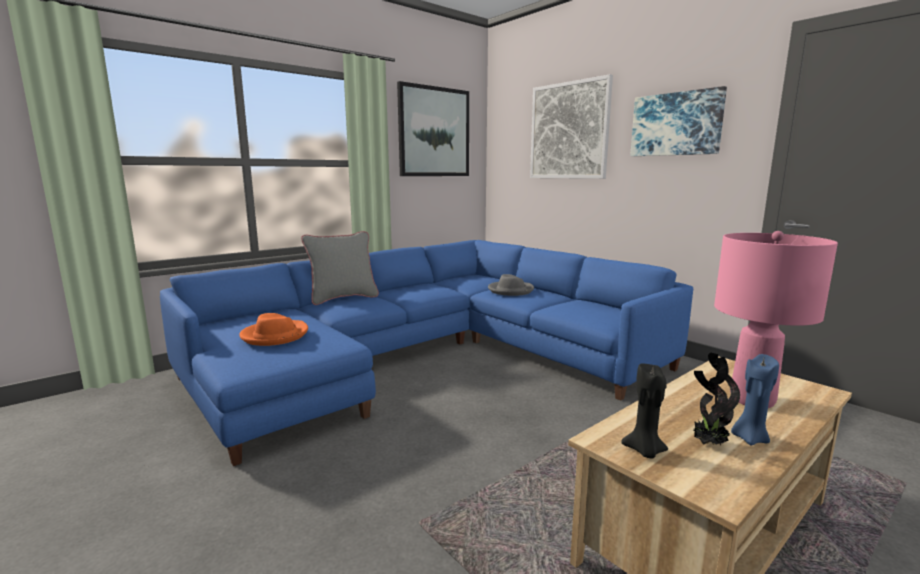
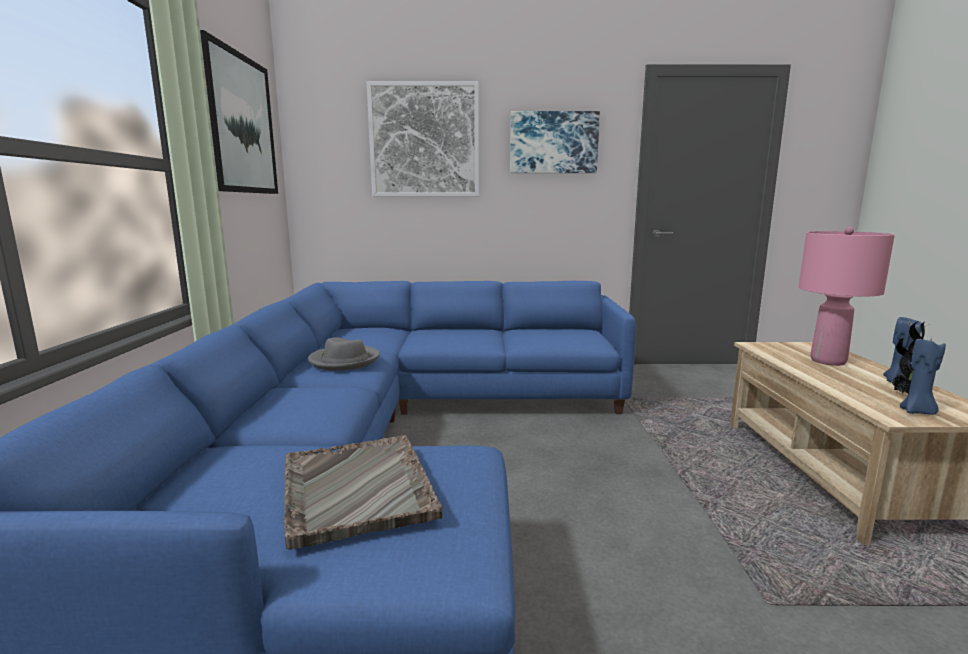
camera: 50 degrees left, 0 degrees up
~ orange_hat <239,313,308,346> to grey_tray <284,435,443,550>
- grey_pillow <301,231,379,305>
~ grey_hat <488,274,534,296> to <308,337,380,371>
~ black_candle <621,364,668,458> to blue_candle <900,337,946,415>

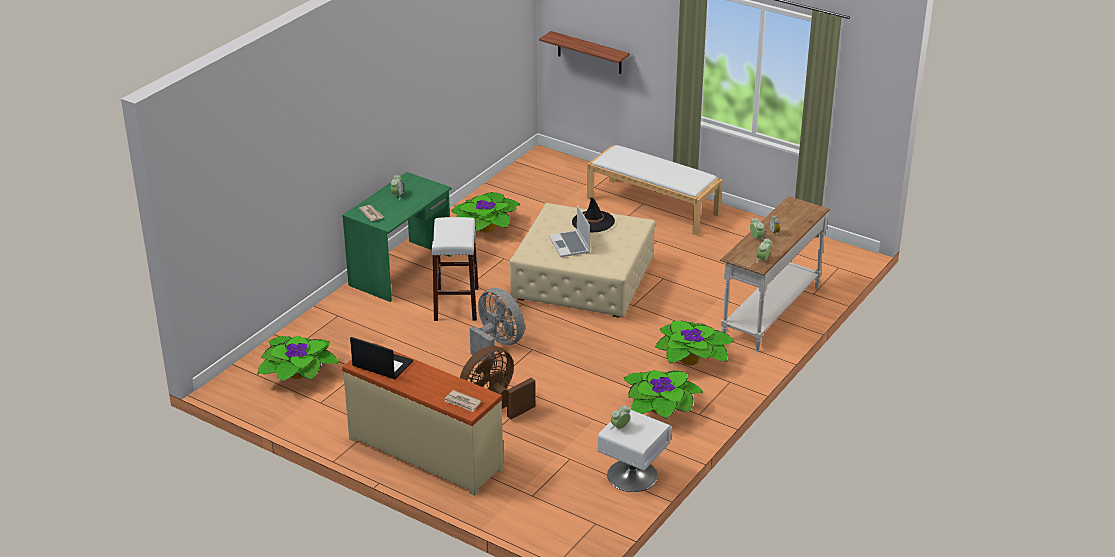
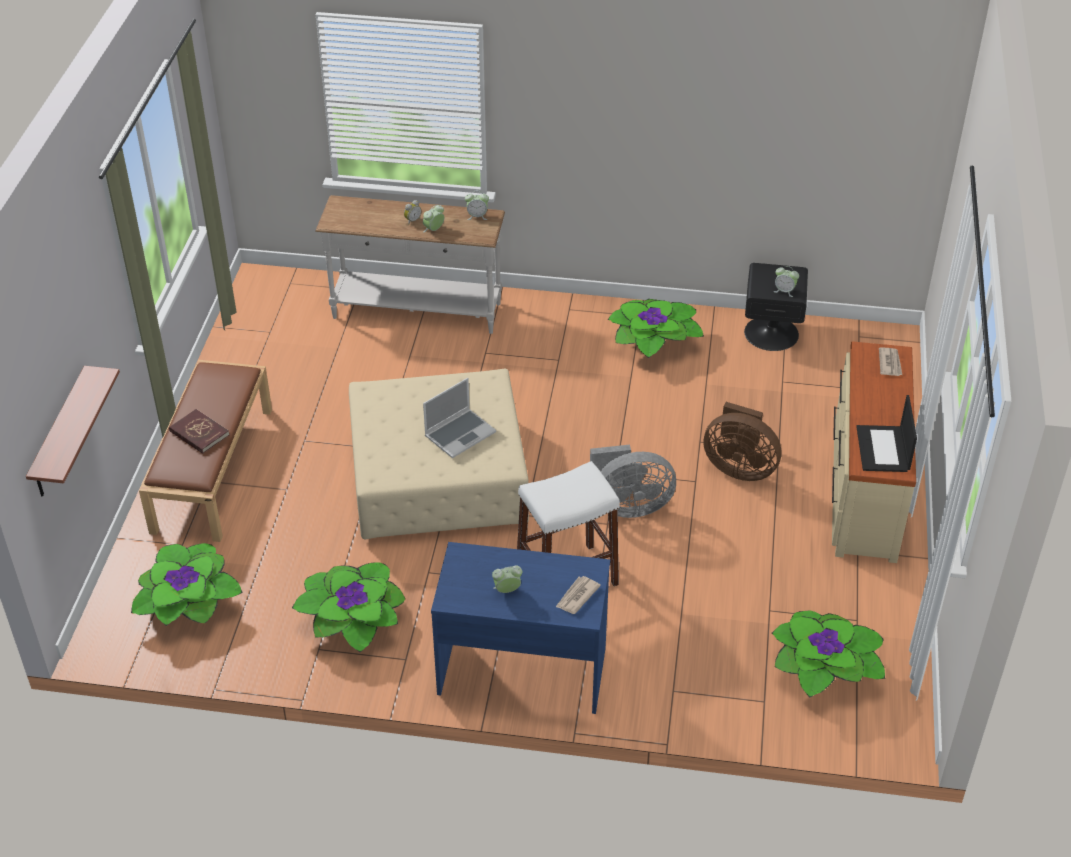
camera: 115 degrees left, 10 degrees up
~ green_desk <342,172,452,302> to blue_desk <431,542,610,714>
~ grey_fan <470,288,525,366> = <590,445,676,518> 120 degrees counterclockwise
- black_hat <572,197,615,233>
~ white_bench <587,145,723,235> to brown_bench <139,360,272,542>
~ white_nightstand <598,410,671,492> to black_nightstand <744,263,808,351>
~ potted_plant <655,321,734,365> to <131,543,243,626>
+ red_book <169,409,229,454>

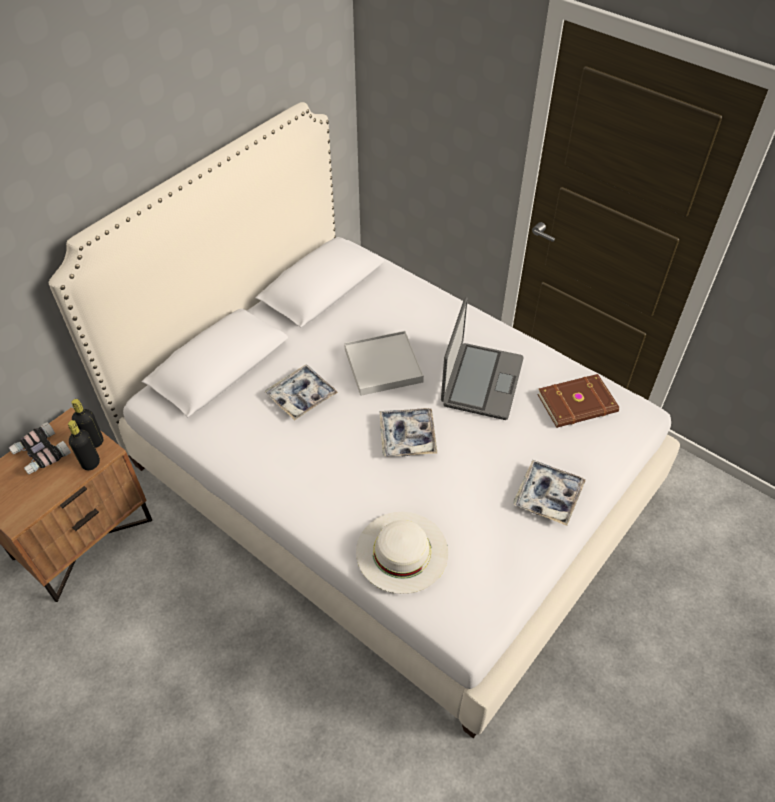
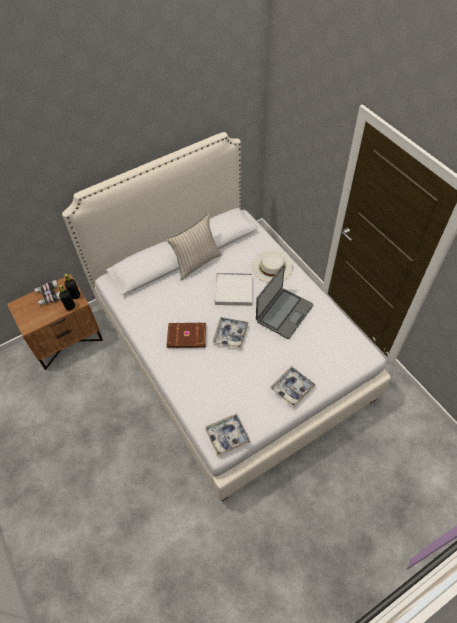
camera: 20 degrees right, 5 degrees up
~ tray <265,364,338,420> to <205,413,250,456>
~ white_hat <356,512,448,594> to <252,251,294,283>
~ brown_book <537,374,619,428> to <167,323,207,348>
+ beige_pillow <166,214,222,280>

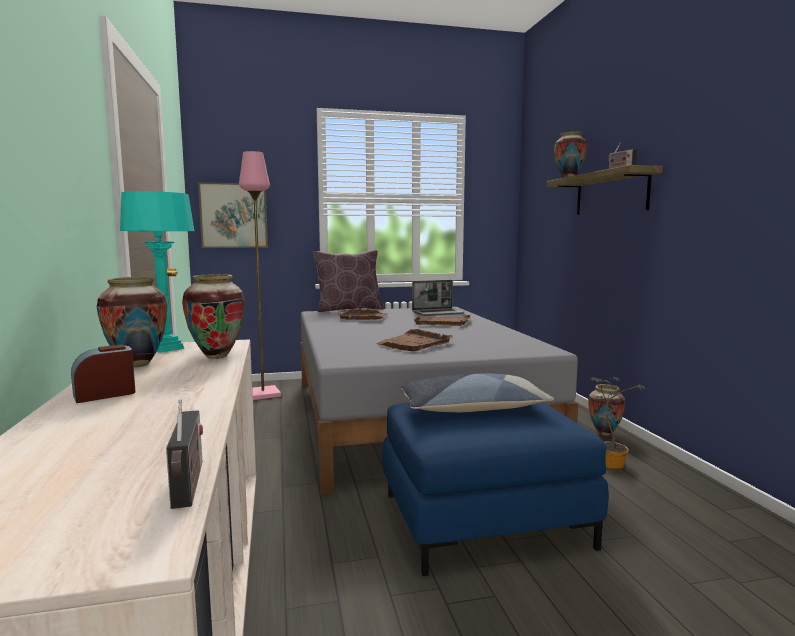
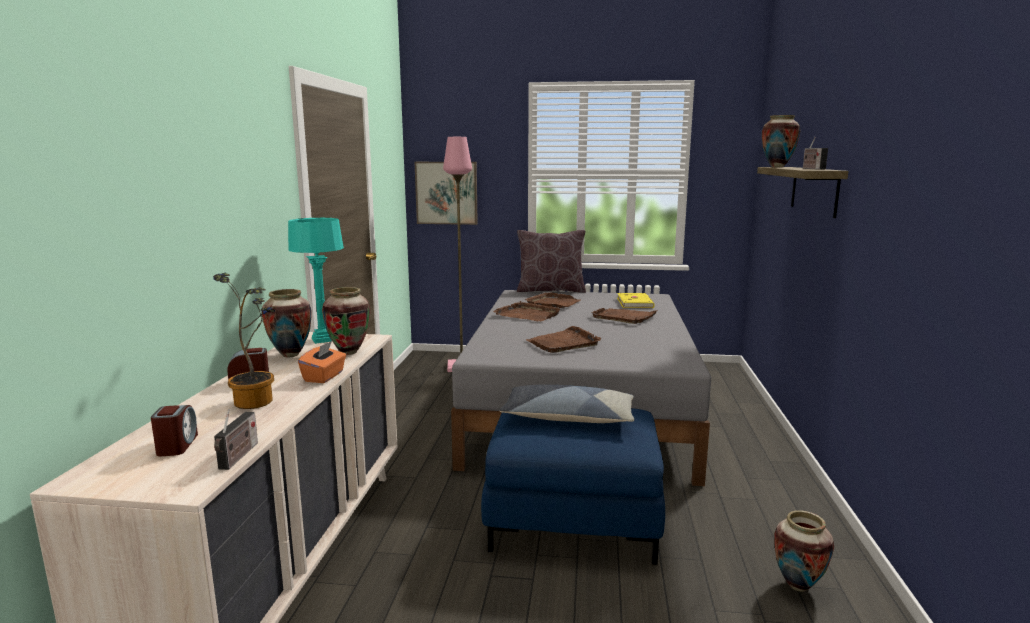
camera: 20 degrees right, 5 degrees up
~ laptop <412,280,465,316> to yellow_book <617,293,654,308>
~ vase <588,384,626,436> to <774,510,834,592>
~ potted_plant <591,376,645,469> to <213,272,277,409>
+ alarm_clock <151,405,198,456>
+ orange_tissue_box <298,341,346,383>
+ brown_tray <493,301,561,321>

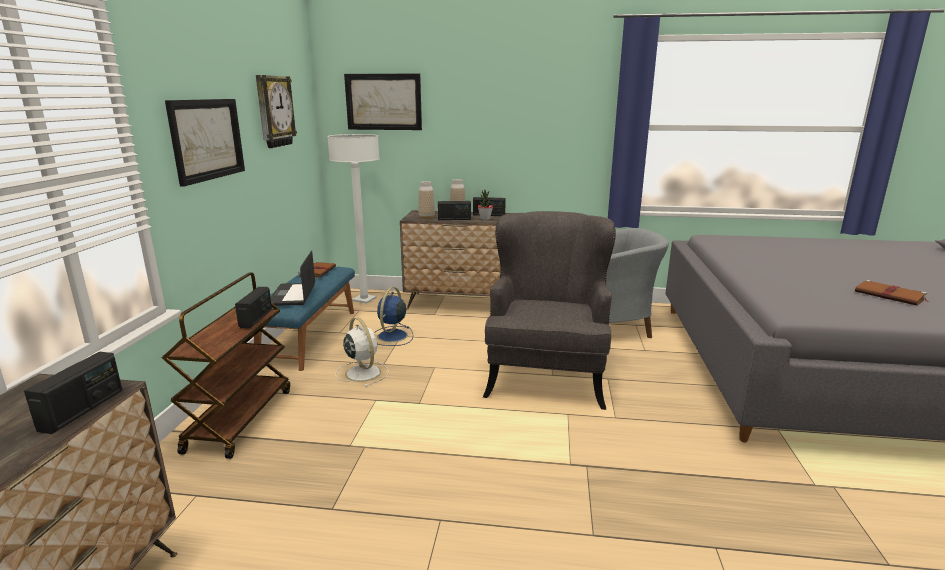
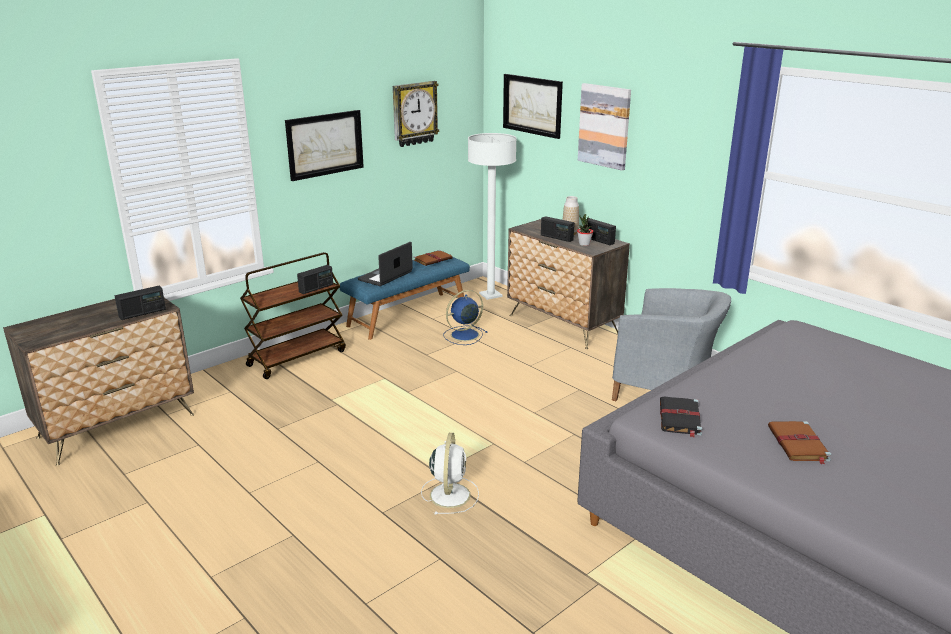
camera: 40 degrees right, 5 degrees up
~ white_fan <335,318,389,387> to <421,433,479,515>
- vase <418,181,435,220>
- grey_armchair <483,211,616,410>
+ picture <578,83,631,170>
+ black_book <660,397,702,438>

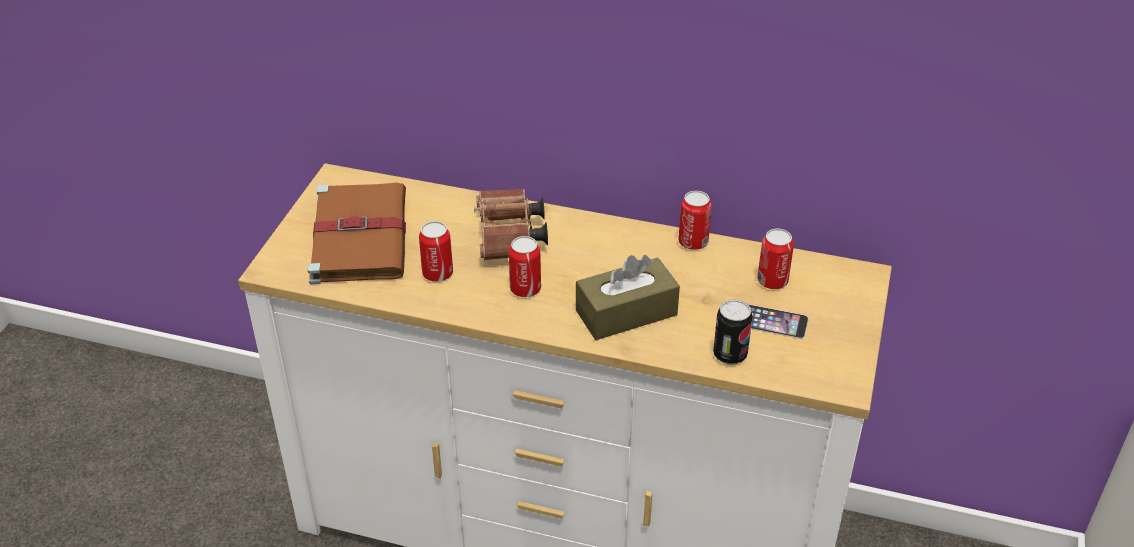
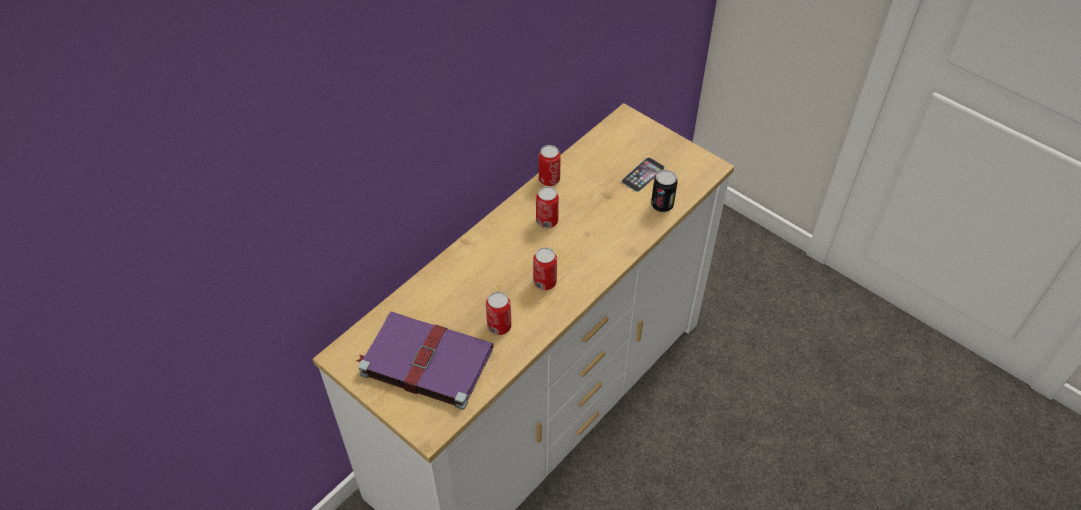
camera: 65 degrees left, 10 degrees up
~ brown_book <308,183,406,284> to purple_book <356,311,494,410>
- brown_binoculars <474,189,548,260>
- brown_tissue_box <576,255,680,340>
~ can <757,229,794,289> to <536,187,559,228>

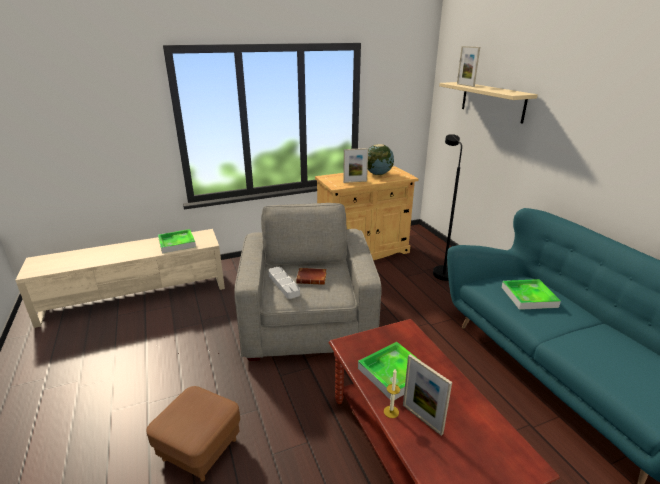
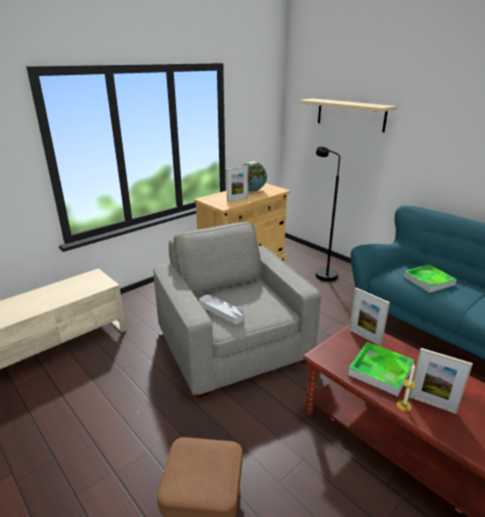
camera: 20 degrees left, 0 degrees up
- tray <158,229,196,253>
- brown_book <296,268,326,285>
~ picture_frame <457,46,480,87> to <349,288,390,347>

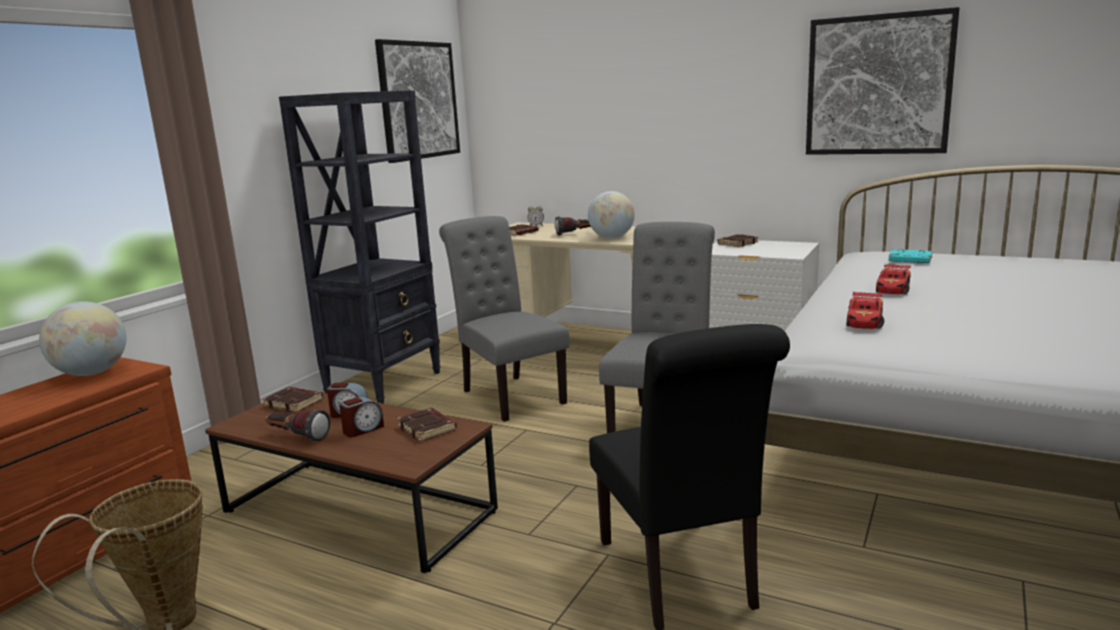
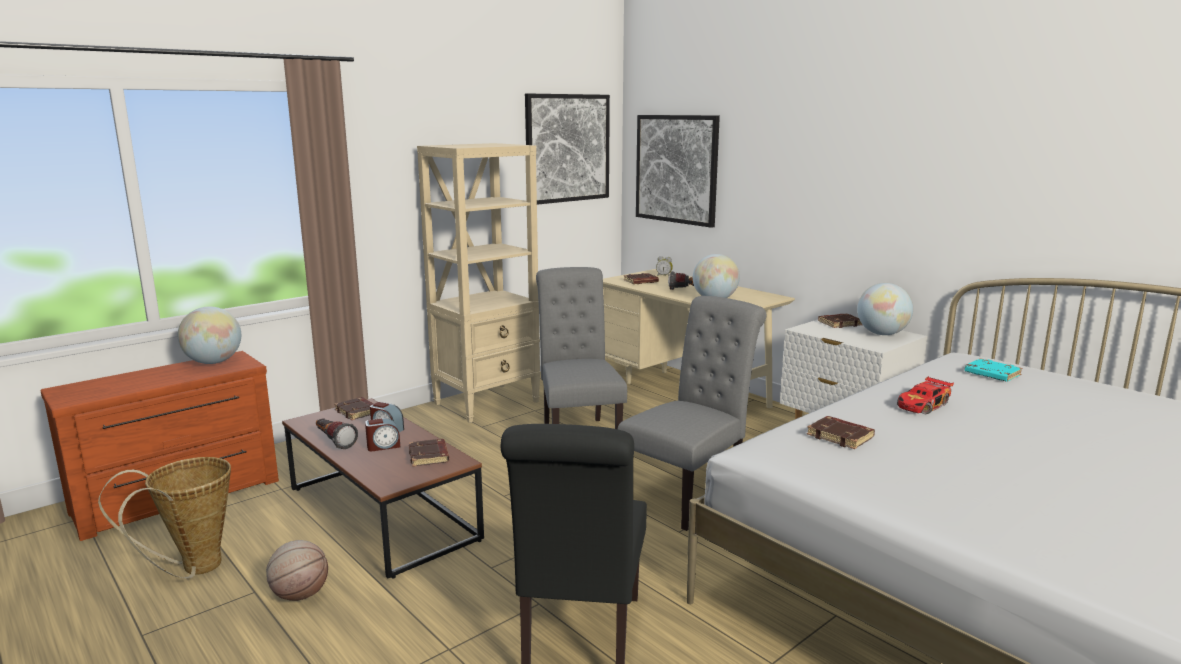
camera: 20 degrees right, 0 degrees up
~ black_bookcase <279,90,441,404> to beige_bookcase <417,143,541,423>
~ picture <806,7,959,155> to <636,115,720,228>
~ toy_car <847,291,884,329> to brown_book <807,416,875,449>
+ basketball <266,540,328,601>
+ globe <857,283,913,335>

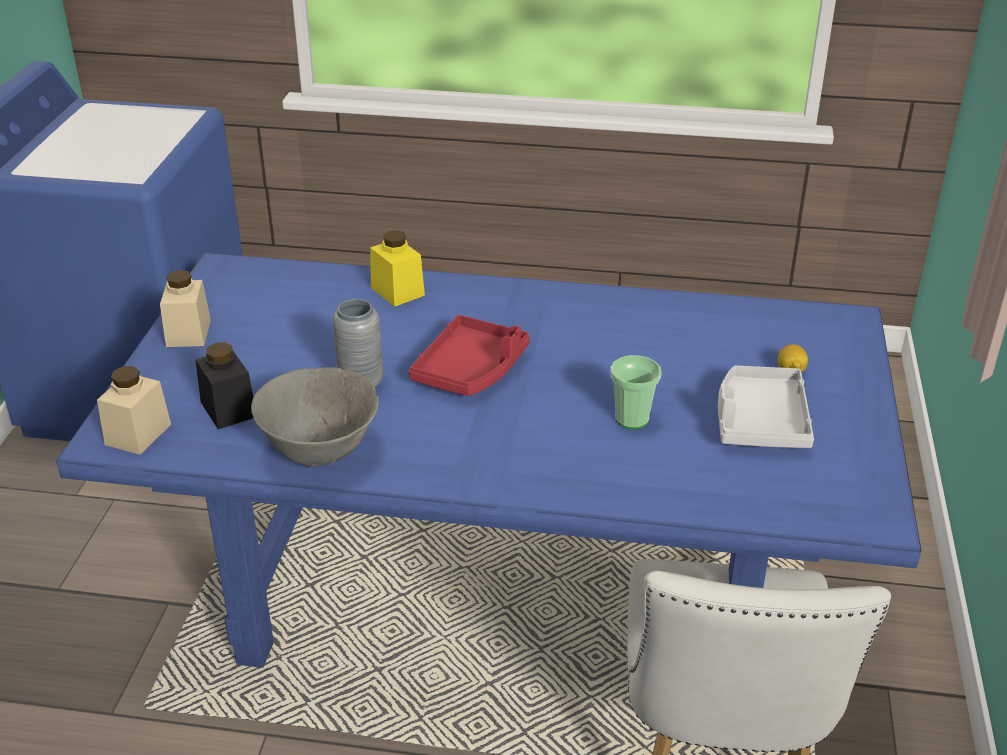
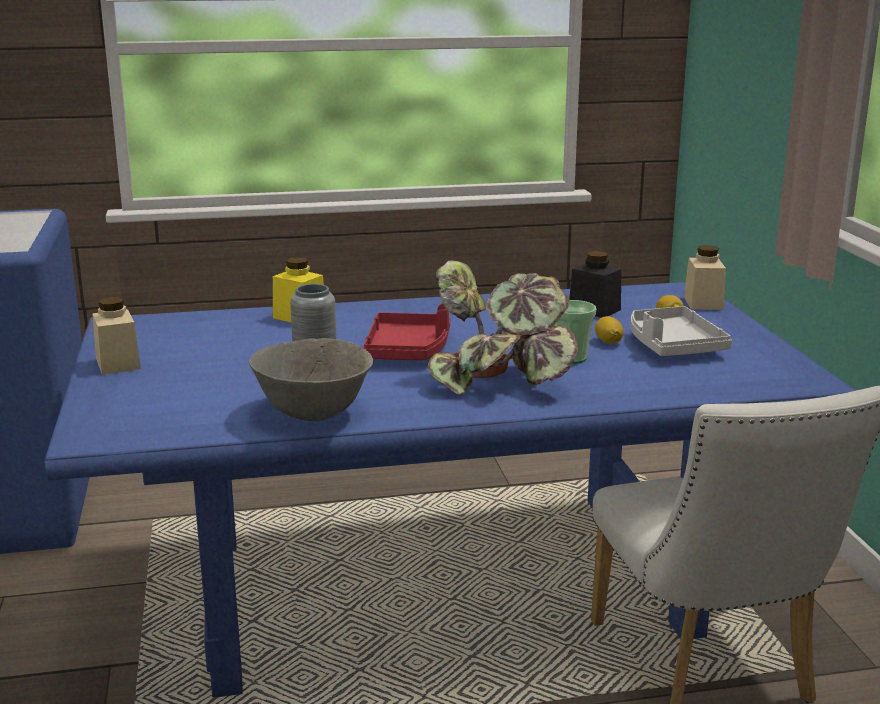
camera: 20 degrees left, 15 degrees down
~ beige_jar <97,366,171,455> to <684,245,726,310>
~ black_jar <195,342,254,429> to <569,251,621,318>
+ potted_plant <428,260,578,395>
+ lemon <595,316,624,344>

